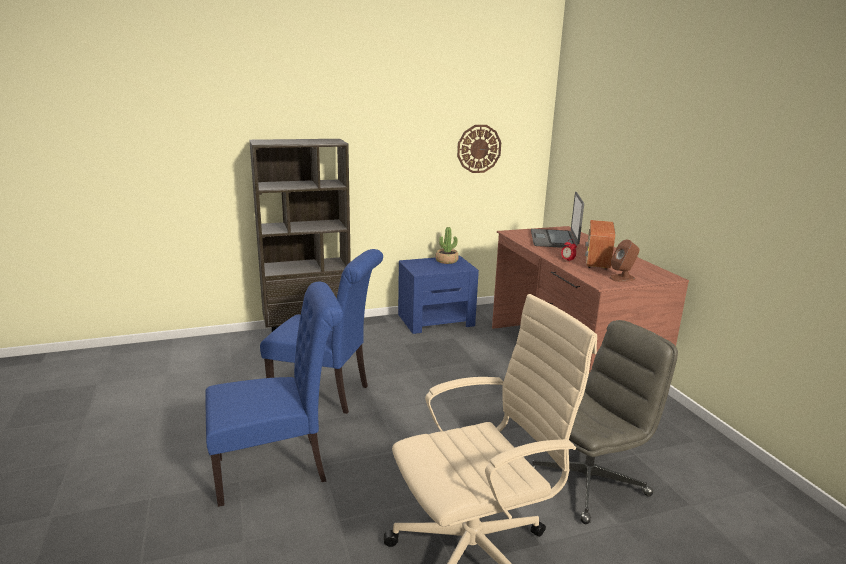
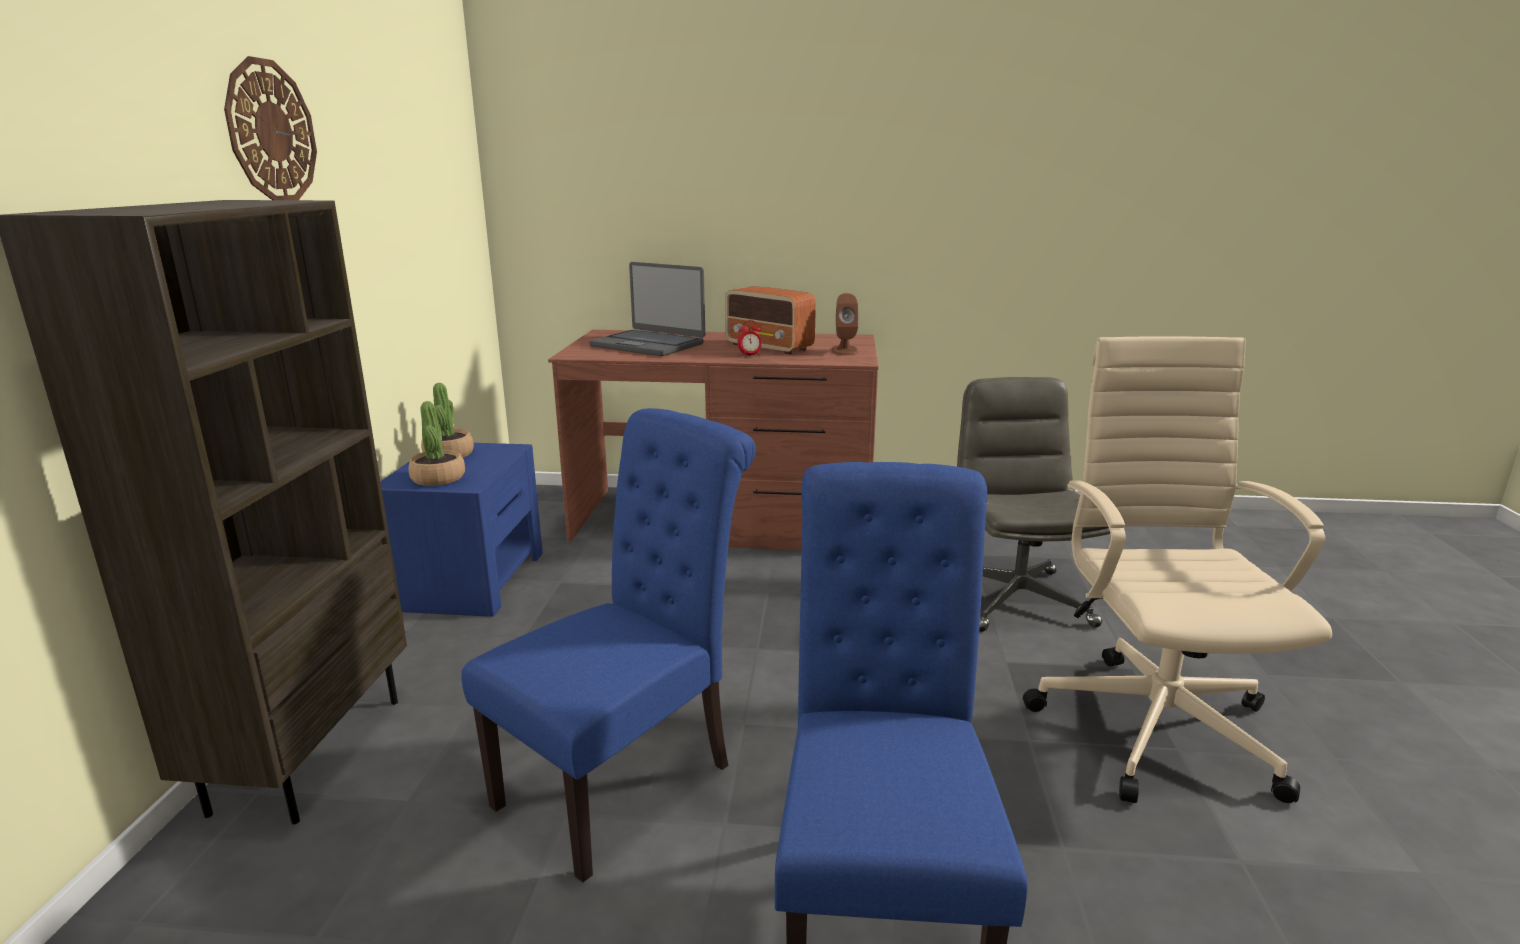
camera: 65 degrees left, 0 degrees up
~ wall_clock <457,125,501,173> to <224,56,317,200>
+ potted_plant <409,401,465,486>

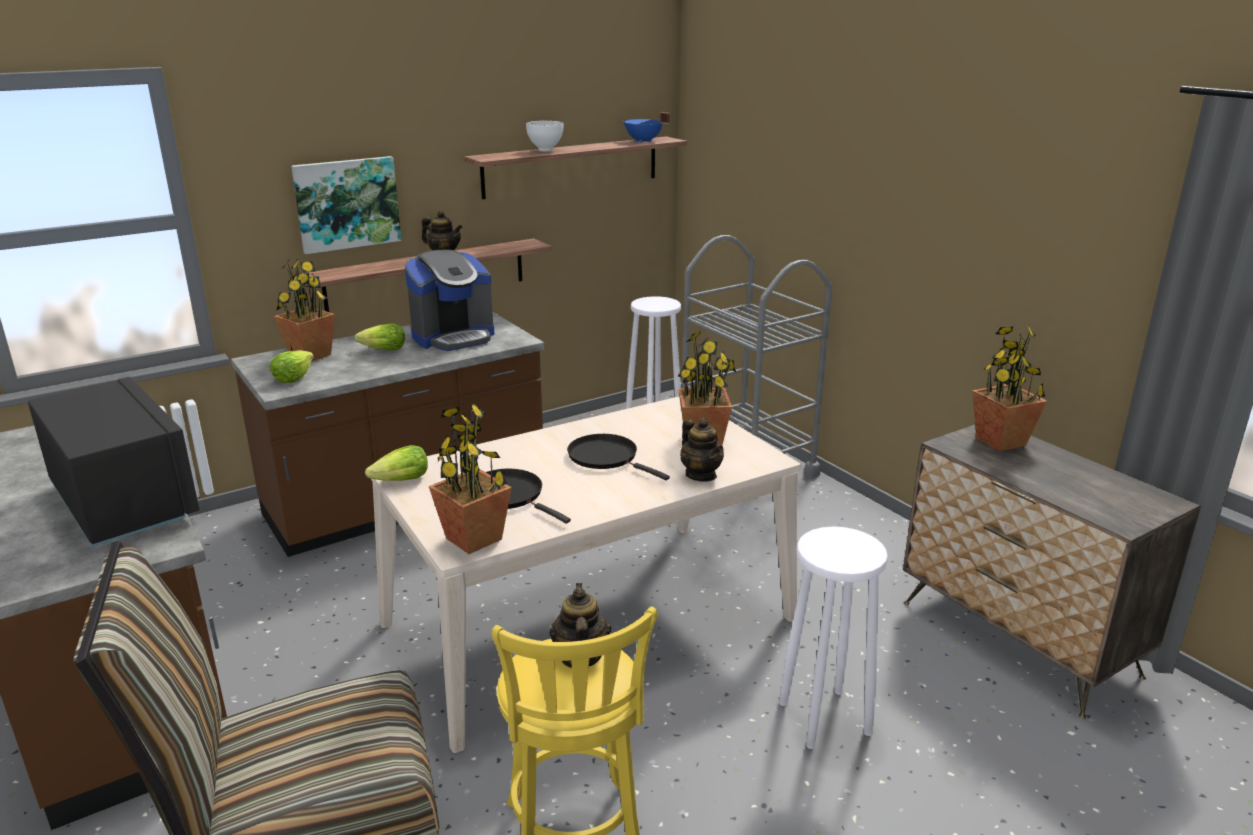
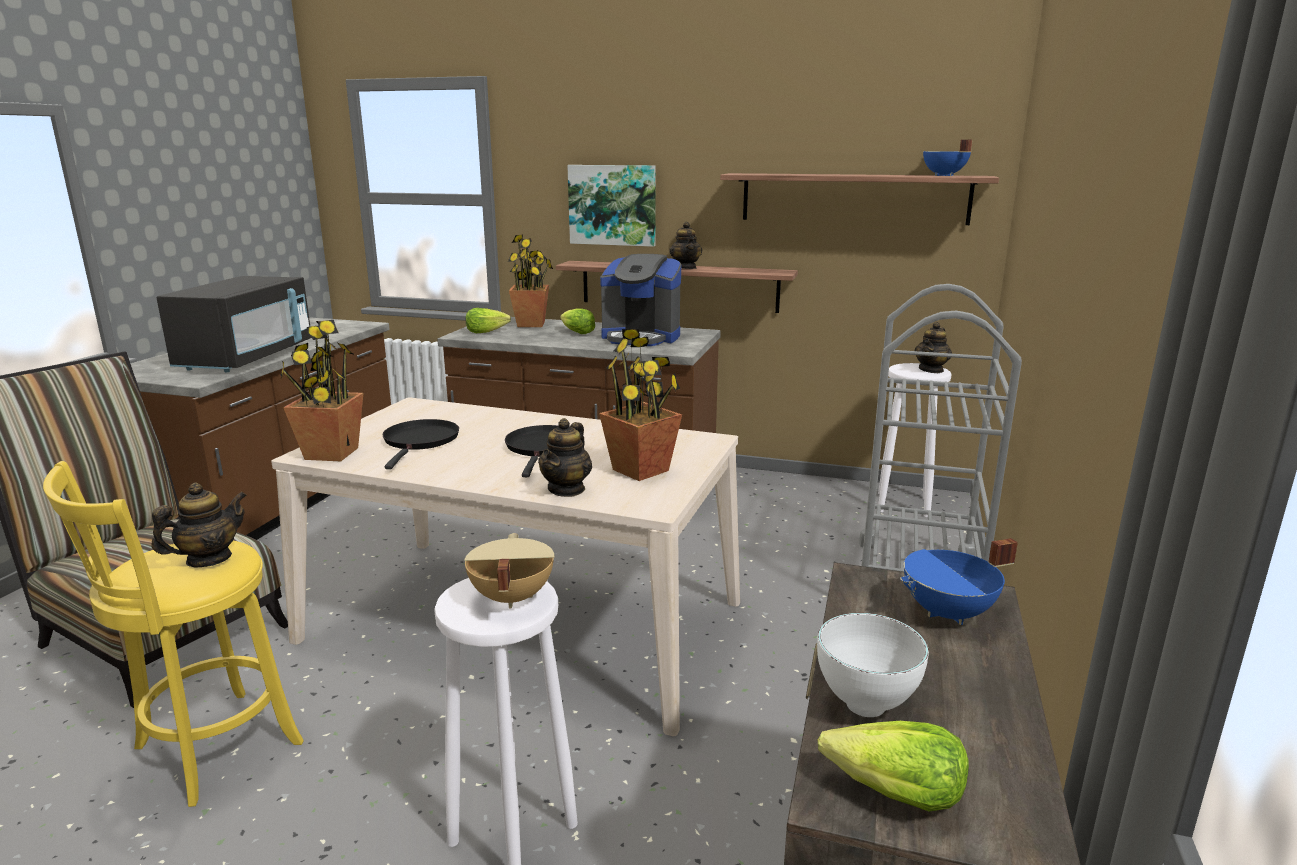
camera: 50 degrees right, 5 degrees down
~ lettuce <365,445,428,481> to <818,721,969,812>
~ white_bowl <526,121,563,152> to <817,613,929,717>
~ potted_plant <972,325,1047,451> to blue_cooking_pot <900,538,1018,625>
+ beige_cooking_pot <464,533,554,608>
+ teapot <914,322,952,373>

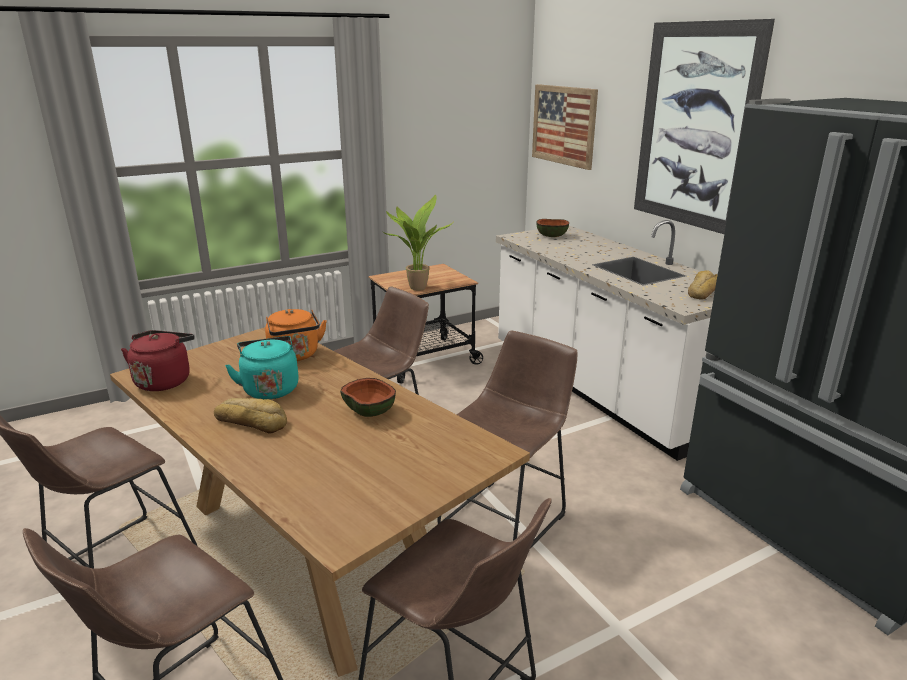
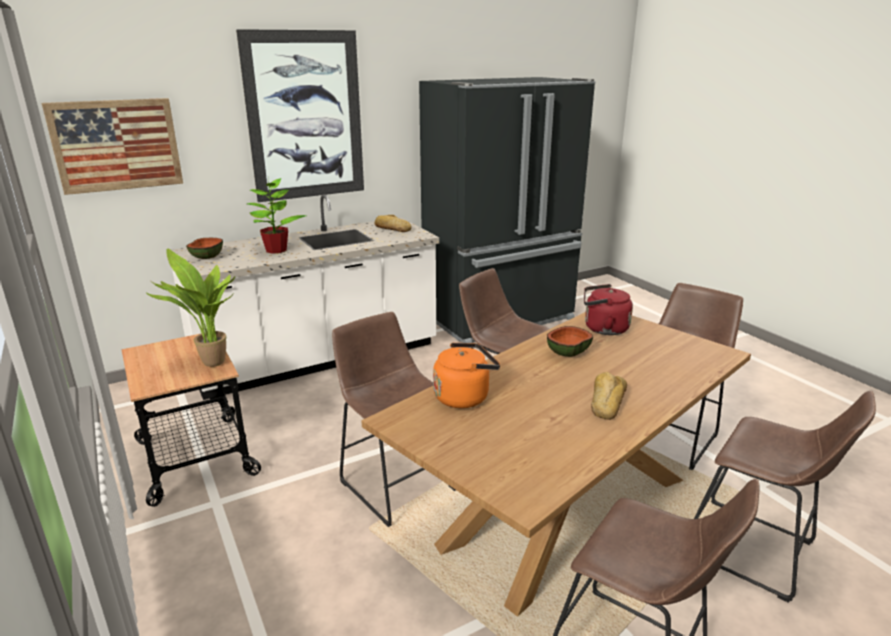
camera: 90 degrees left, 0 degrees up
~ red_kettle <121,330,195,391> to <584,284,633,335>
- turquoise_kettle <225,336,299,399>
+ potted_plant <247,178,306,254>

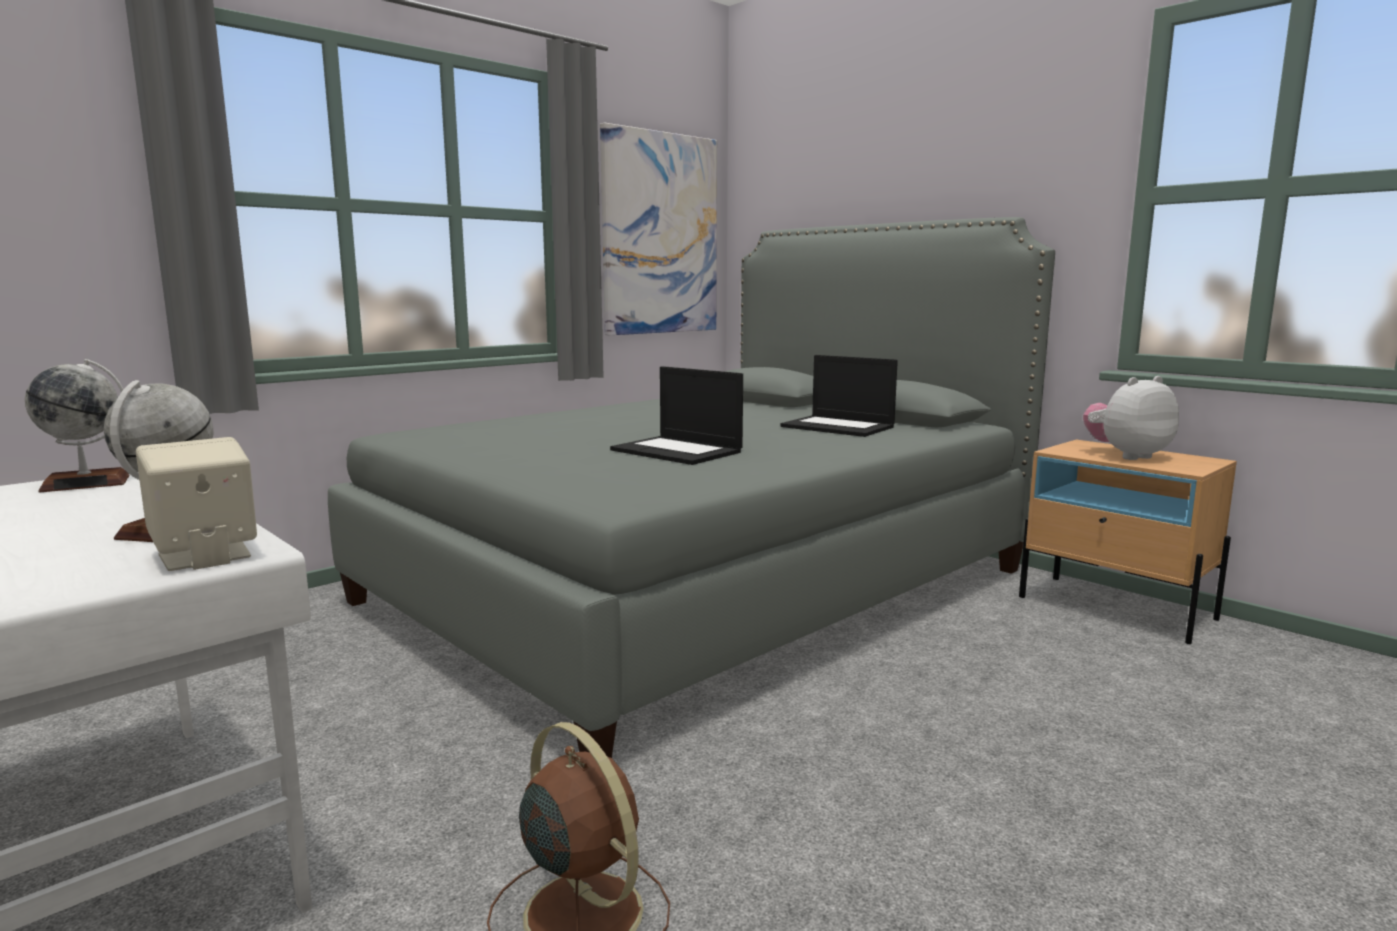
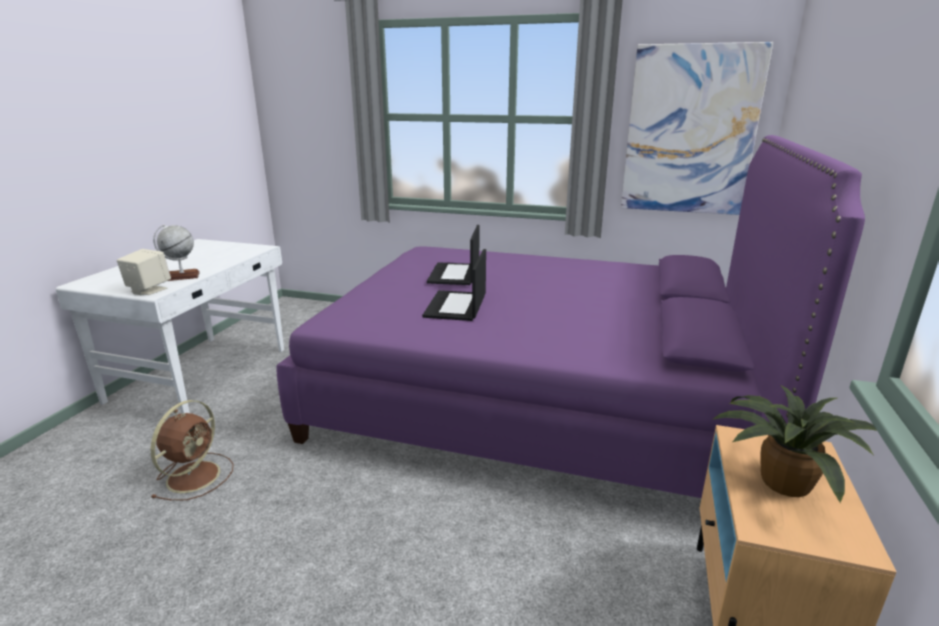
camera: 60 degrees right, 10 degrees up
- globe <25,359,130,493>
~ grey_bed <328,217,1055,758> to purple_bed <276,135,865,498>
~ laptop <780,355,898,437> to <427,225,480,285>
~ plush_toy <1083,376,1179,460> to potted_plant <712,385,877,503>

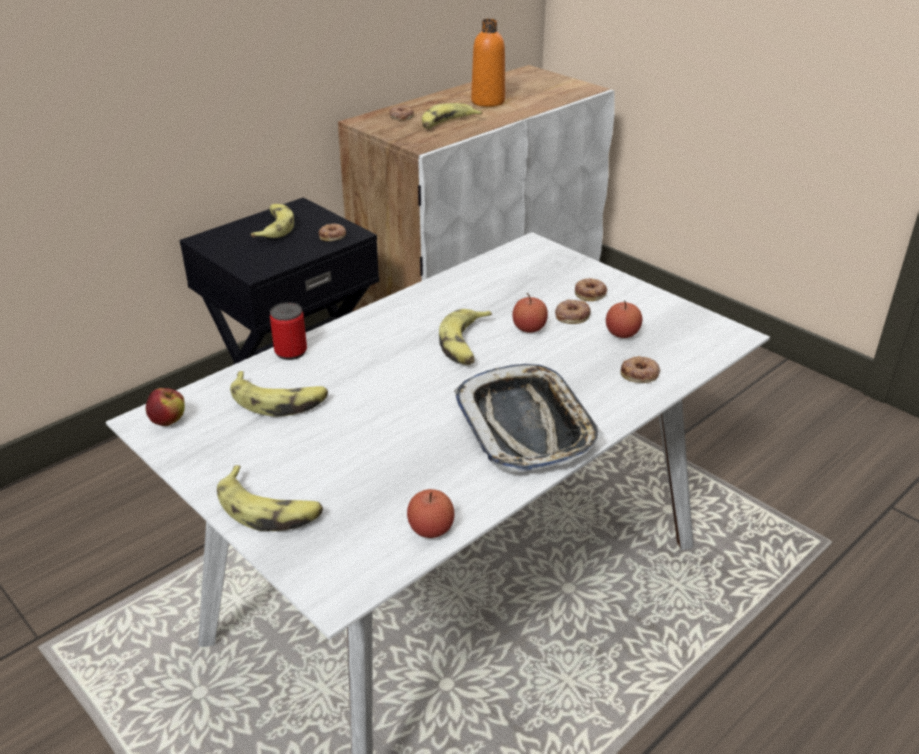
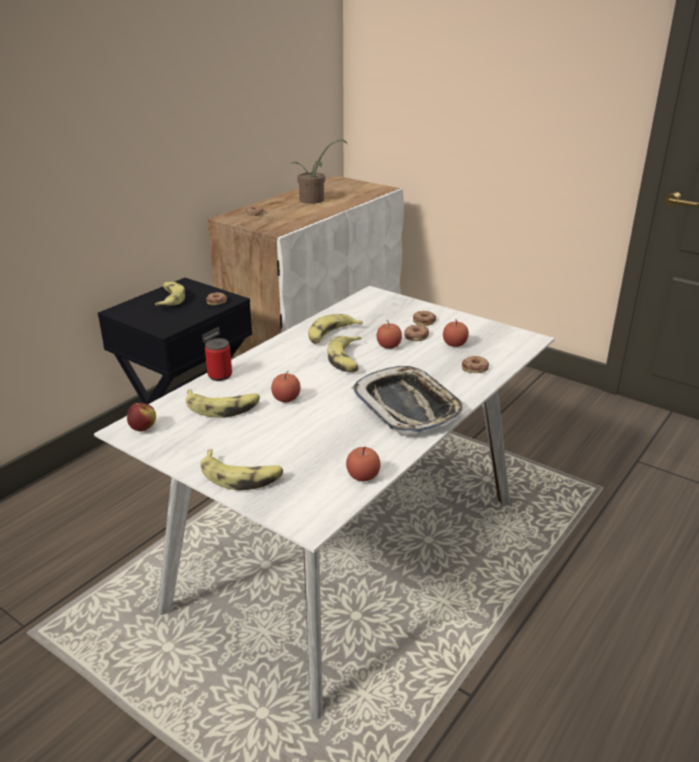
camera: 10 degrees left, 5 degrees down
~ banana <422,103,482,129> to <308,314,363,344>
~ orange_bottle <471,19,505,107> to potted_plant <290,139,347,204>
+ apple <271,371,301,402>

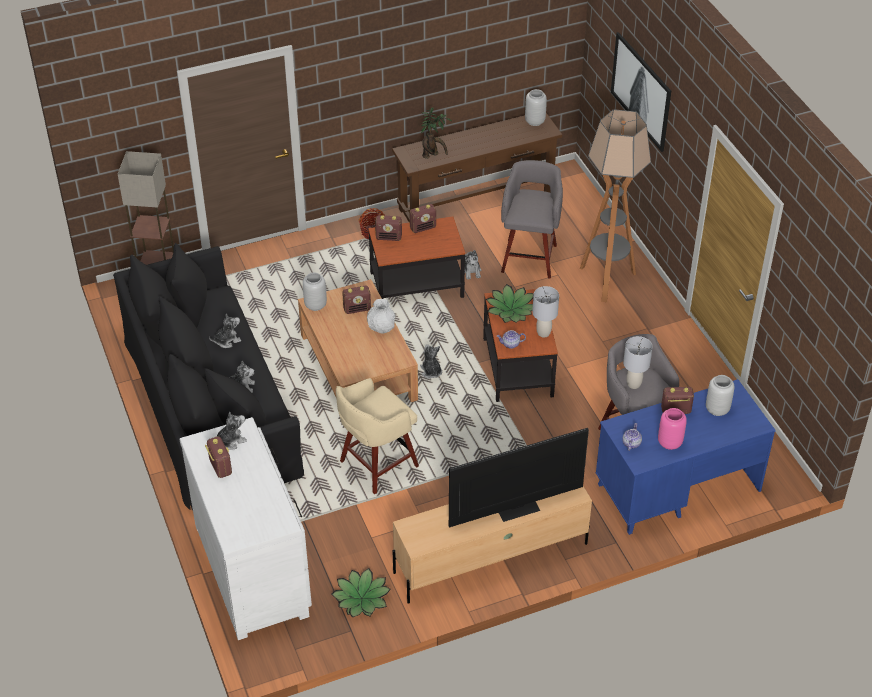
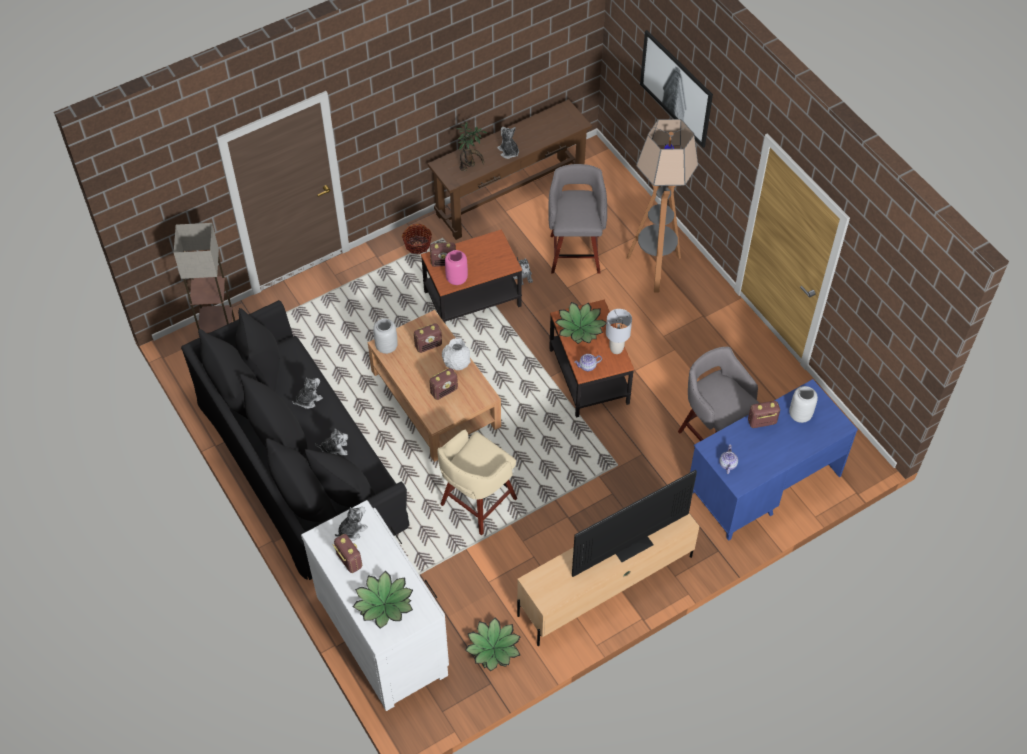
camera: 10 degrees left, 10 degrees up
~ radio <410,204,436,233> to <429,368,458,400>
~ plush_toy <420,345,442,379> to <497,127,519,159>
- grey_vase <525,89,547,126>
- grey_table_lamp <623,336,652,389>
~ pink_vase <658,408,687,450> to <445,250,468,285>
+ potted_plant <353,571,413,629>

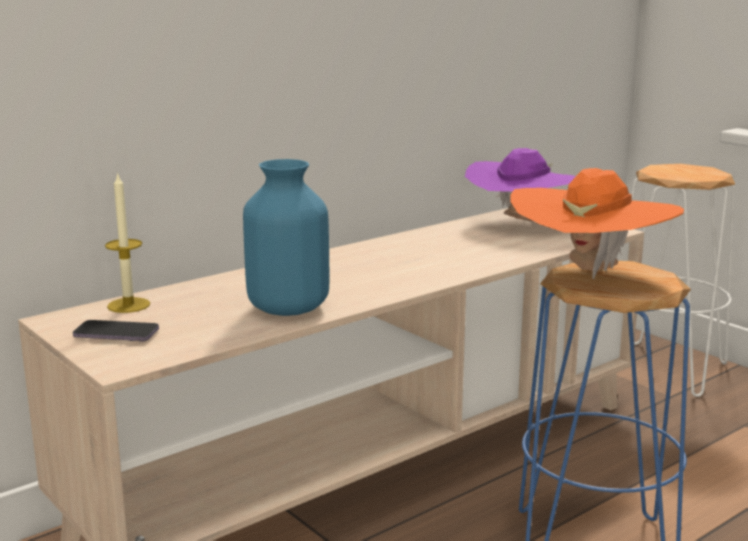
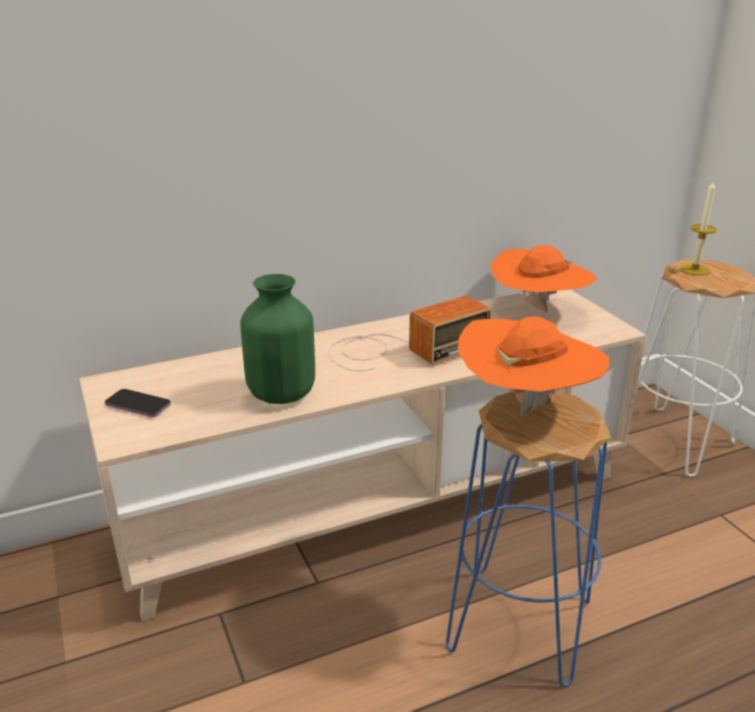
camera: 15 degrees right, 10 degrees up
~ candle <105,172,150,313> to <680,179,717,275>
~ blue_vase <243,159,329,316> to green_vase <240,274,315,404>
~ purple_hat <465,148,576,222> to orange_hat <490,245,597,312>
+ radio <329,295,492,371>

